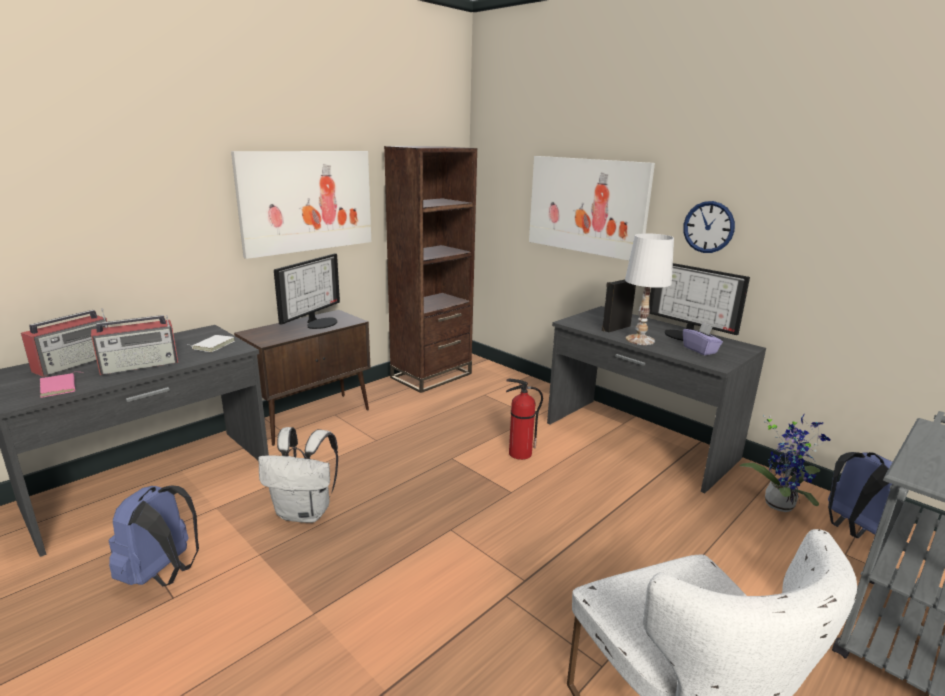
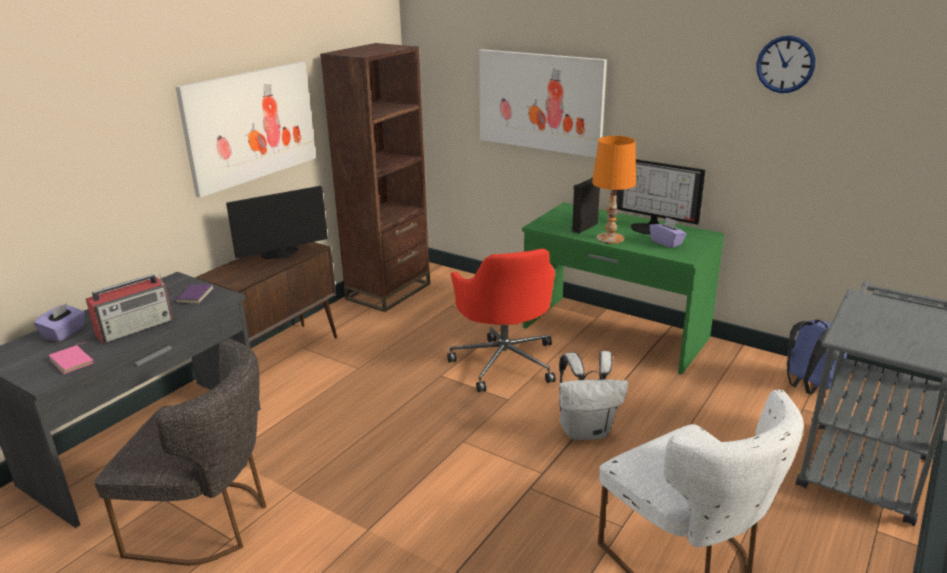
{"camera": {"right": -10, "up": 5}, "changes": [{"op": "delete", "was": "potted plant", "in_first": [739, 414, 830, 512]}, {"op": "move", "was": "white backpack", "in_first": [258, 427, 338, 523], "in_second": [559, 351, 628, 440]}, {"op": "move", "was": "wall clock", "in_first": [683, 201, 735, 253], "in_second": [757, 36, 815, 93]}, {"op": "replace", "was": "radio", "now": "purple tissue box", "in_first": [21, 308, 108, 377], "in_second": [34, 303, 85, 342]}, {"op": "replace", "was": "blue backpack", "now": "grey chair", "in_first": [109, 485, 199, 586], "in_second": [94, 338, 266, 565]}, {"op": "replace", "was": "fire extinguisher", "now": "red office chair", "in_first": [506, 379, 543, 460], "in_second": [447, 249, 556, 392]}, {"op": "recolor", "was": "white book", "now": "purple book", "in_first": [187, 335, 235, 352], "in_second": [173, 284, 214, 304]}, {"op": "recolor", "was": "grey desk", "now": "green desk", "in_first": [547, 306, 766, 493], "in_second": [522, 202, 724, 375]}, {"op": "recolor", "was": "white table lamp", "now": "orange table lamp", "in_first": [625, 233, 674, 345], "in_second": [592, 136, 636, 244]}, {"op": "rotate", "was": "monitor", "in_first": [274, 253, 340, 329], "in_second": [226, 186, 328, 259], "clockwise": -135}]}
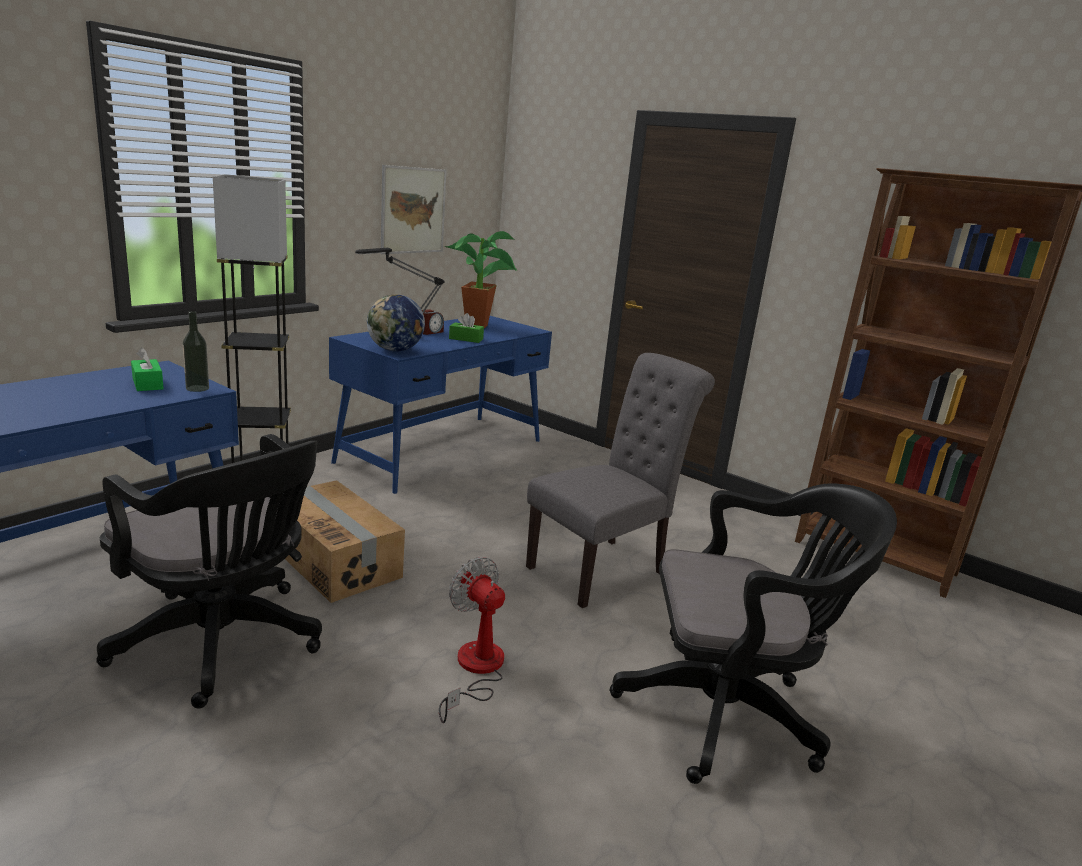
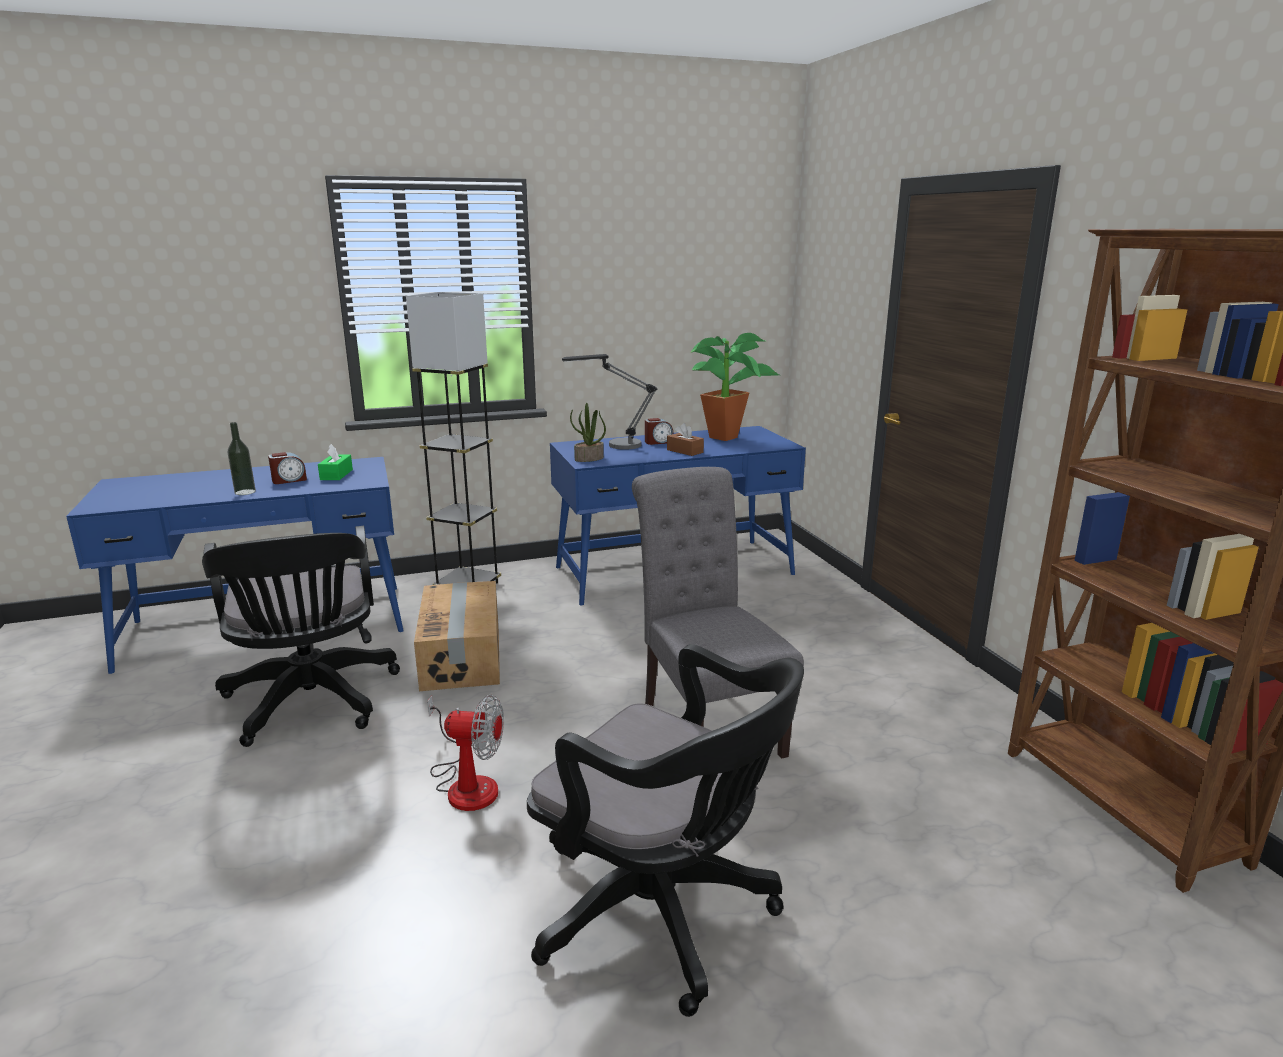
{"camera": {"right": 35, "up": 0}, "changes": [{"op": "delete", "was": "picture", "in_first": [381, 165, 446, 254]}, {"op": "insert", "now": "alarm clock", "in_second": [268, 452, 307, 484]}, {"op": "move", "was": "bottle", "in_first": [183, 311, 209, 392], "in_second": [228, 422, 256, 495]}, {"op": "replace", "was": "globe", "now": "potted plant", "in_first": [367, 294, 425, 352], "in_second": [570, 403, 606, 462]}, {"op": "recolor", "was": "green tissue box", "now": "brown tissue box", "in_first": [449, 313, 484, 343], "in_second": [667, 423, 704, 456]}, {"op": "rotate", "was": "fan", "in_first": [439, 557, 505, 723], "in_second": [427, 695, 504, 811], "clockwise": 105}, {"op": "rotate", "was": "grey chair", "in_first": [526, 353, 715, 608], "in_second": [632, 467, 804, 759], "clockwise": -105}]}
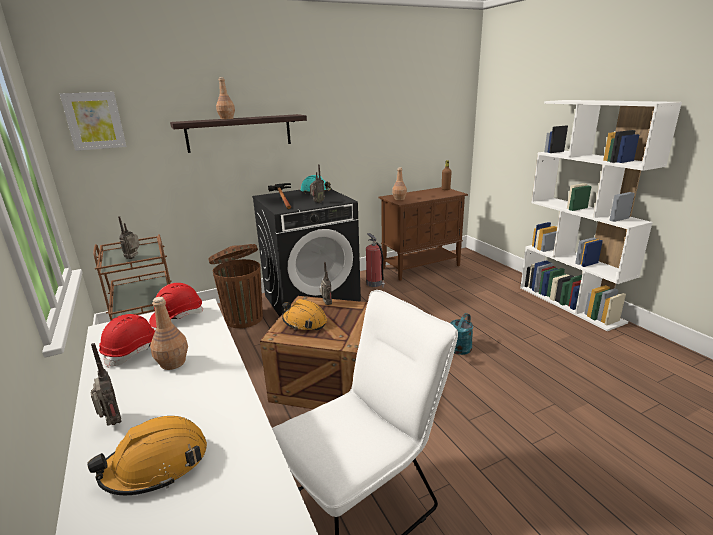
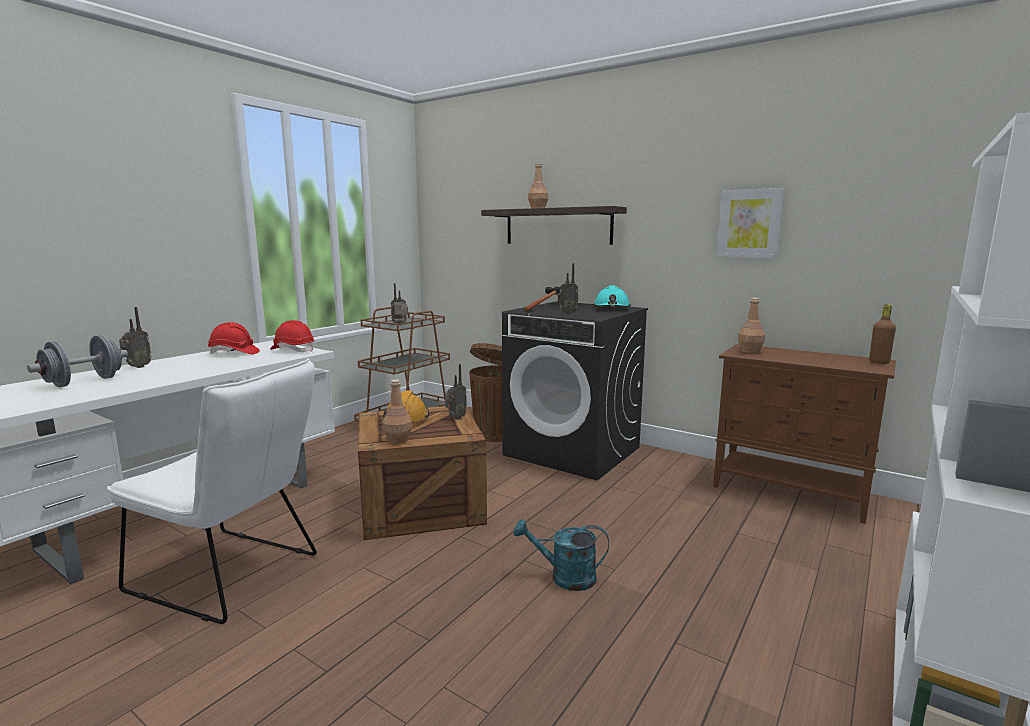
{"camera": {"right": 60, "up": -10}, "changes": [{"op": "delete", "was": "fire extinguisher", "in_first": [366, 233, 385, 287]}, {"op": "move", "was": "picture", "in_first": [60, 92, 126, 151], "in_second": [717, 188, 784, 258]}, {"op": "move", "was": "brown bottle", "in_first": [150, 297, 188, 370], "in_second": [383, 379, 413, 444]}, {"op": "replace", "was": "orange hard hat", "now": "grey dumbbell", "in_first": [87, 416, 207, 495], "in_second": [27, 335, 128, 387]}]}
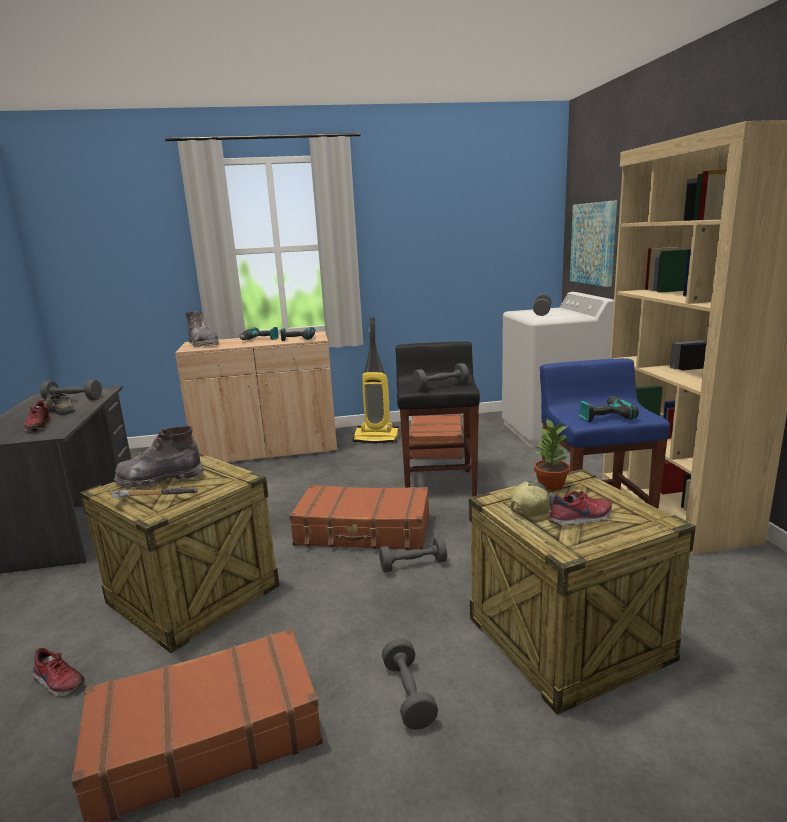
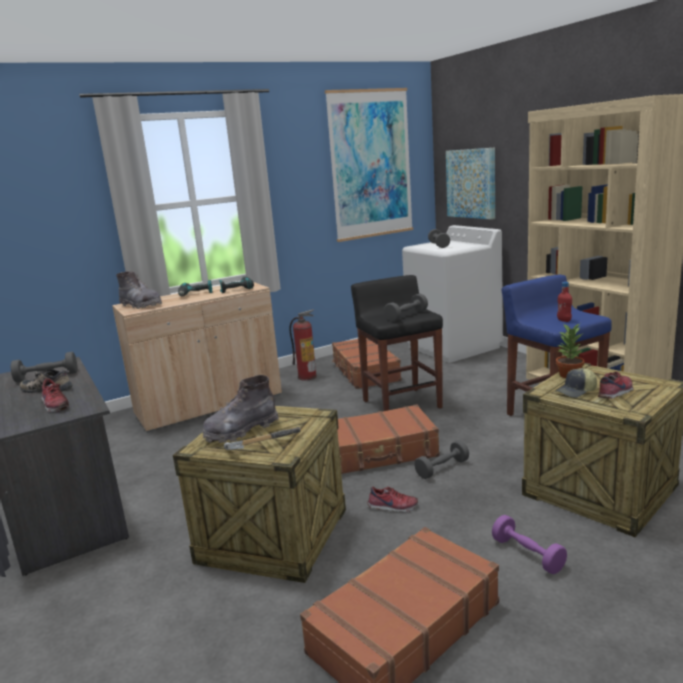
{"camera": {"right": -20, "up": 0}, "changes": [{"op": "insert", "now": "picture", "in_second": [325, 88, 413, 242]}, {"op": "move", "was": "shoe", "in_first": [31, 648, 85, 697], "in_second": [367, 486, 418, 512]}, {"op": "replace", "was": "vacuum cleaner", "now": "fire extinguisher", "in_first": [353, 317, 399, 444], "in_second": [289, 309, 317, 381]}, {"op": "replace", "was": "power drill", "now": "red bottle", "in_first": [579, 396, 639, 422], "in_second": [557, 282, 572, 322]}, {"op": "recolor", "was": "grey dumbbell", "now": "purple dumbbell", "in_first": [382, 638, 438, 730], "in_second": [492, 515, 567, 574]}, {"op": "rotate", "was": "cap", "in_first": [510, 481, 556, 517], "in_second": [555, 368, 597, 398], "clockwise": -150}]}
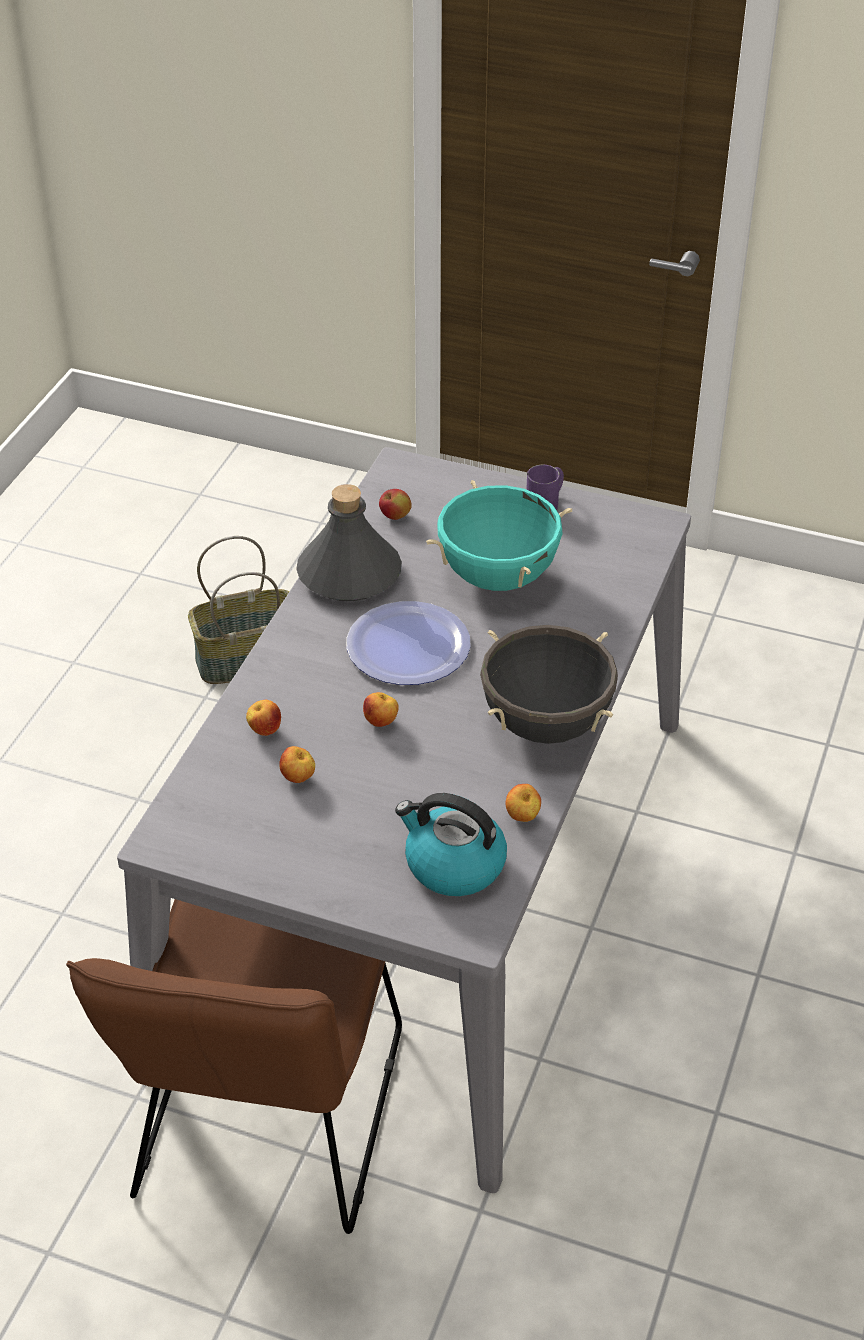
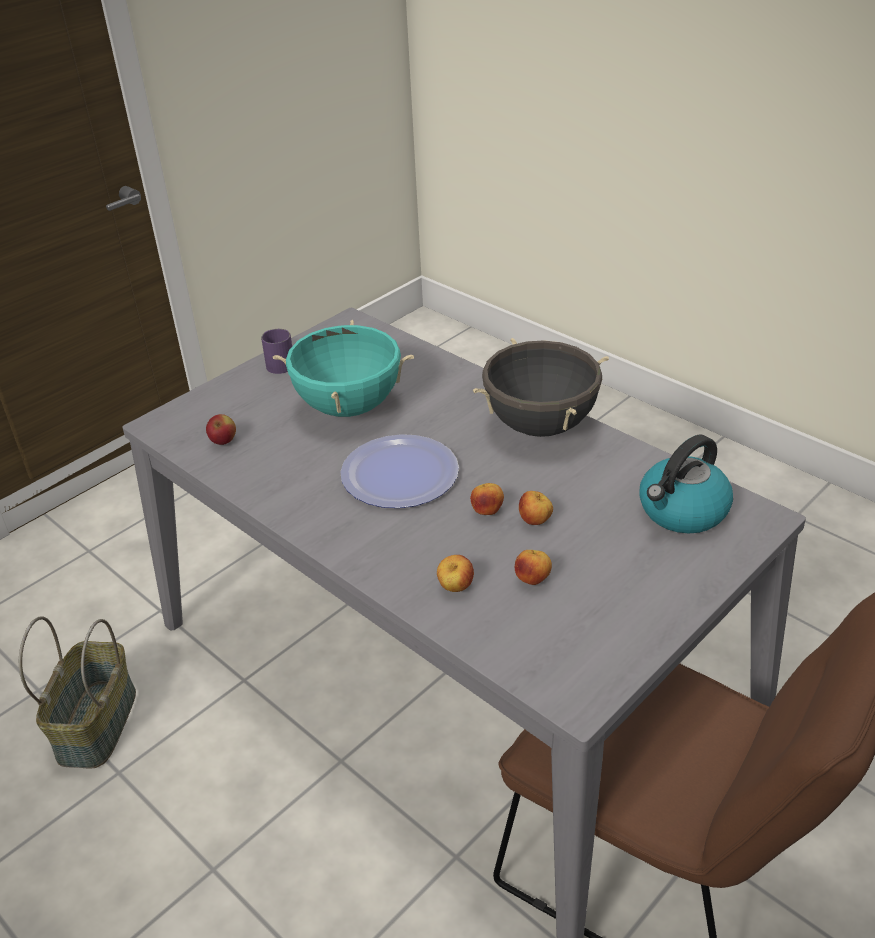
{"camera": {"right": -65, "up": -5}, "changes": [{"op": "delete", "was": "grey bottle", "in_first": [296, 484, 402, 601]}, {"op": "move", "was": "apple", "in_first": [506, 784, 541, 822], "in_second": [519, 491, 553, 525]}]}
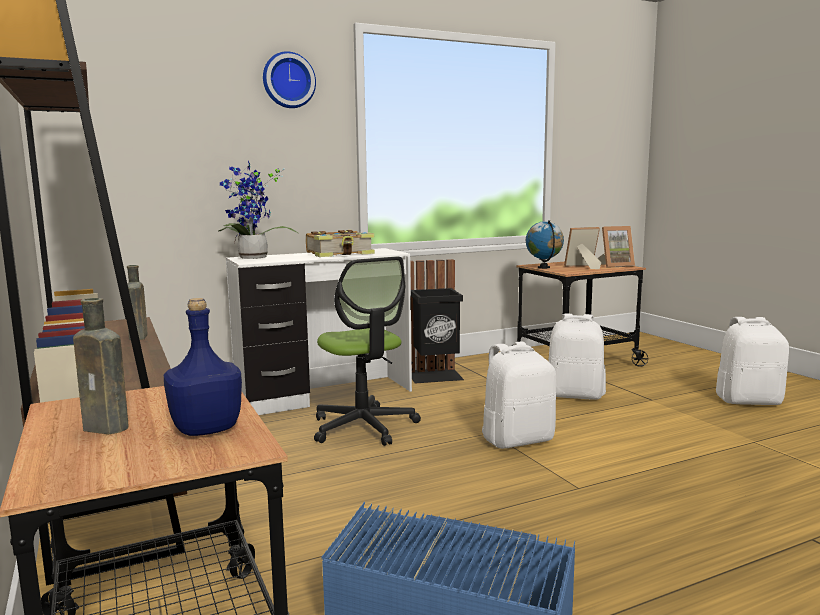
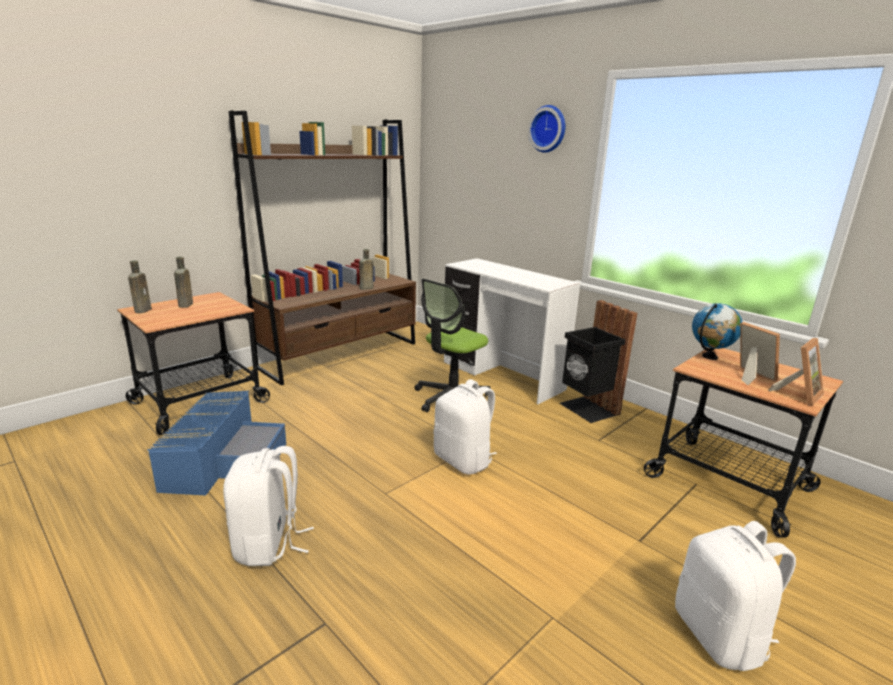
{"camera": {"right": 70, "up": 10}, "changes": [{"op": "delete", "was": "blue bottle", "in_first": [164, 298, 242, 436]}, {"op": "delete", "was": "potted plant", "in_first": [219, 161, 299, 259]}, {"op": "delete", "was": "book", "in_first": [306, 230, 375, 257]}, {"op": "insert", "now": "brown bottle", "in_second": [128, 260, 152, 313]}, {"op": "move", "was": "white backpack", "in_first": [548, 313, 606, 400], "in_second": [223, 446, 314, 566]}, {"op": "rotate", "was": "picture frame", "in_first": [598, 226, 635, 268], "in_second": [768, 338, 824, 406], "clockwise": -105}]}
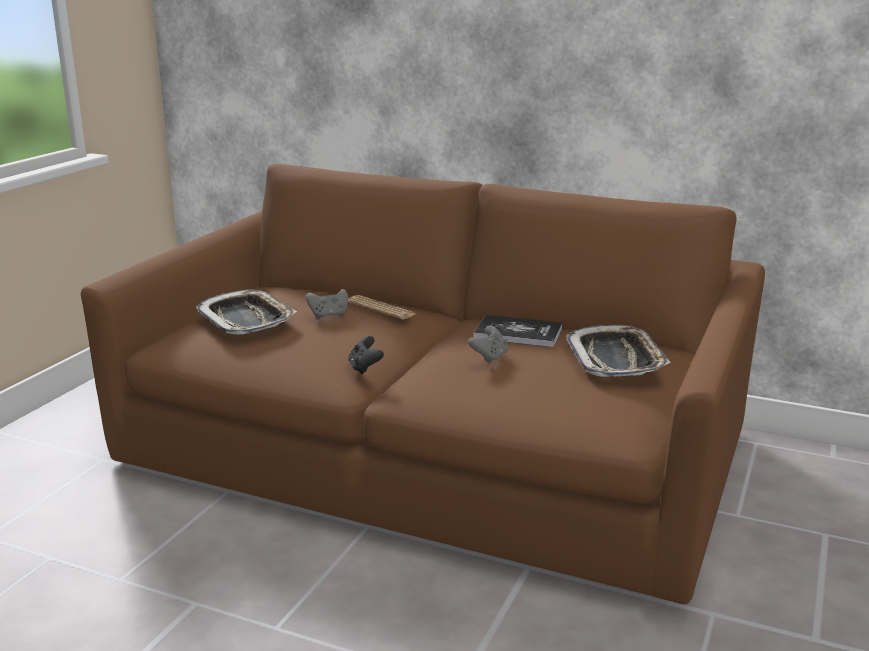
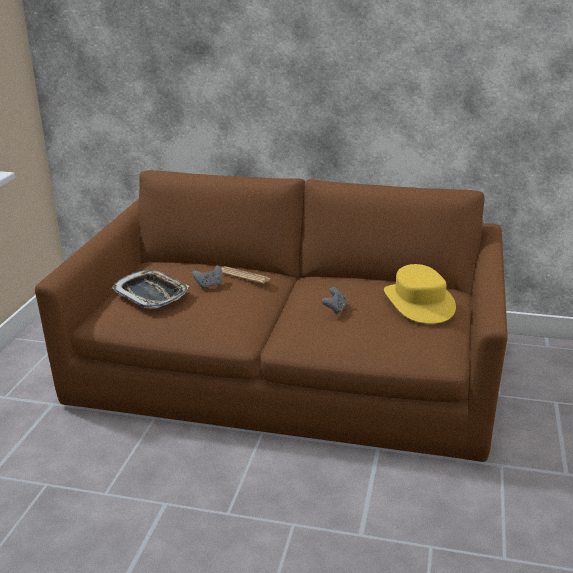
{"camera": {"right": -10, "up": 5}, "changes": [{"op": "delete", "was": "black game controller", "in_first": [348, 336, 384, 374]}, {"op": "delete", "was": "book", "in_first": [473, 315, 562, 347]}, {"op": "replace", "was": "tray", "now": "yellow hat", "in_first": [567, 325, 671, 377], "in_second": [384, 264, 456, 324]}]}
